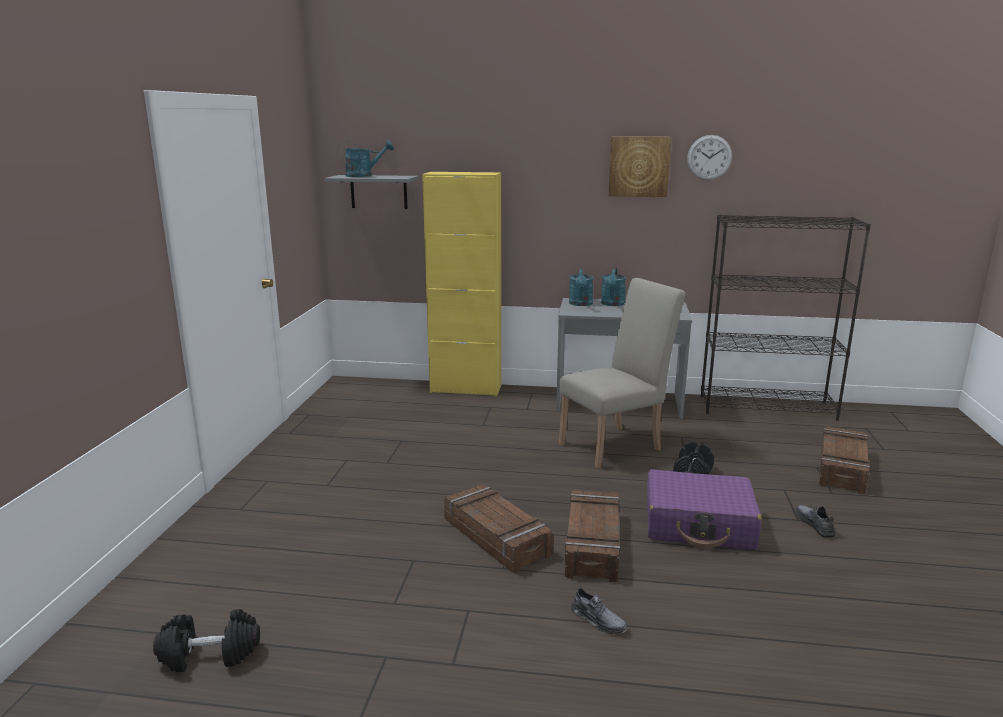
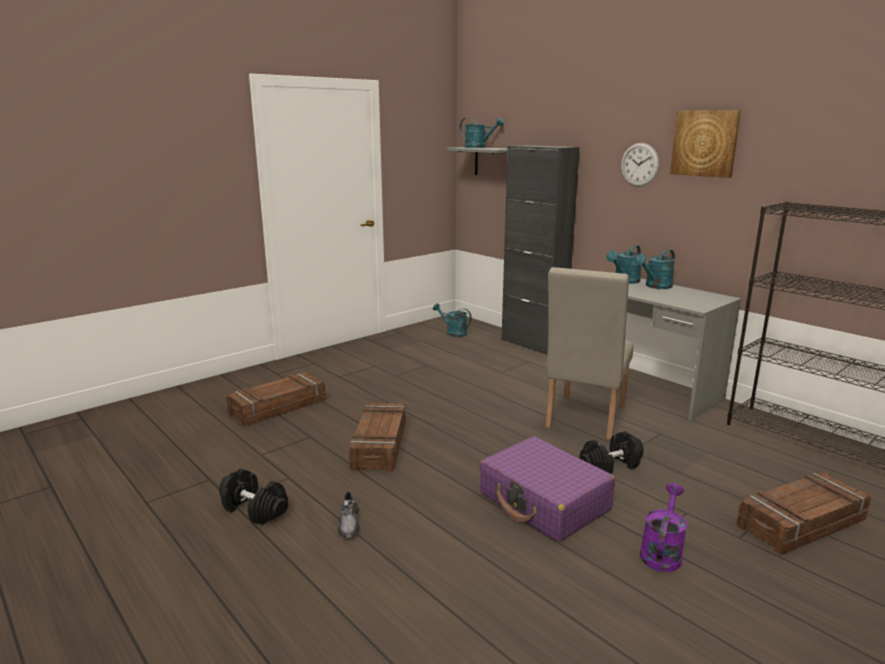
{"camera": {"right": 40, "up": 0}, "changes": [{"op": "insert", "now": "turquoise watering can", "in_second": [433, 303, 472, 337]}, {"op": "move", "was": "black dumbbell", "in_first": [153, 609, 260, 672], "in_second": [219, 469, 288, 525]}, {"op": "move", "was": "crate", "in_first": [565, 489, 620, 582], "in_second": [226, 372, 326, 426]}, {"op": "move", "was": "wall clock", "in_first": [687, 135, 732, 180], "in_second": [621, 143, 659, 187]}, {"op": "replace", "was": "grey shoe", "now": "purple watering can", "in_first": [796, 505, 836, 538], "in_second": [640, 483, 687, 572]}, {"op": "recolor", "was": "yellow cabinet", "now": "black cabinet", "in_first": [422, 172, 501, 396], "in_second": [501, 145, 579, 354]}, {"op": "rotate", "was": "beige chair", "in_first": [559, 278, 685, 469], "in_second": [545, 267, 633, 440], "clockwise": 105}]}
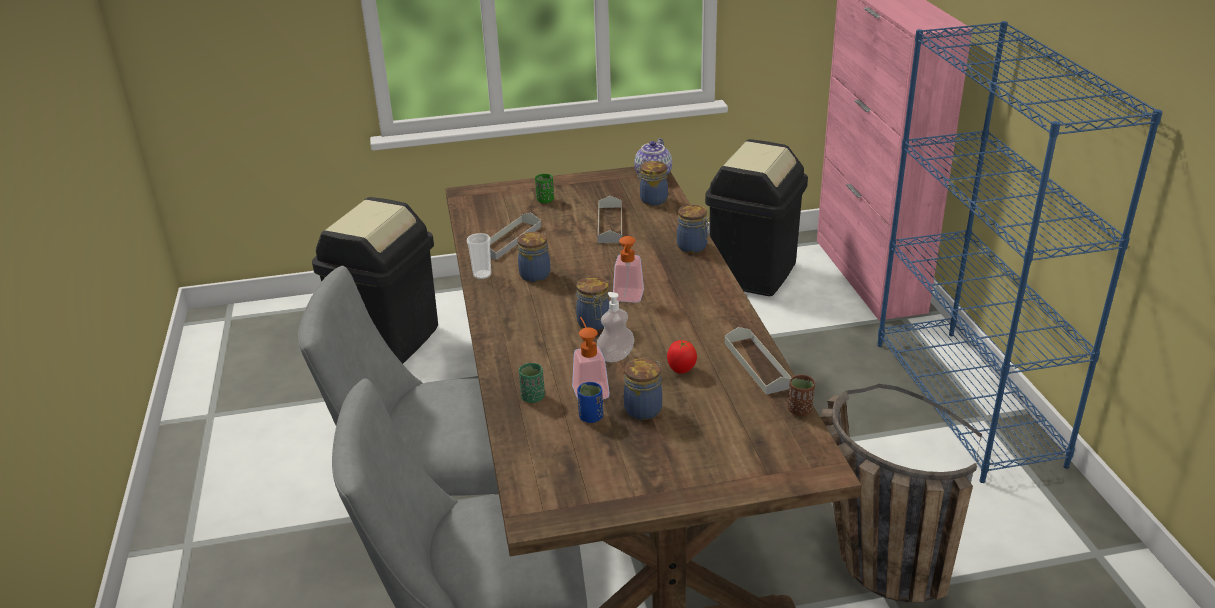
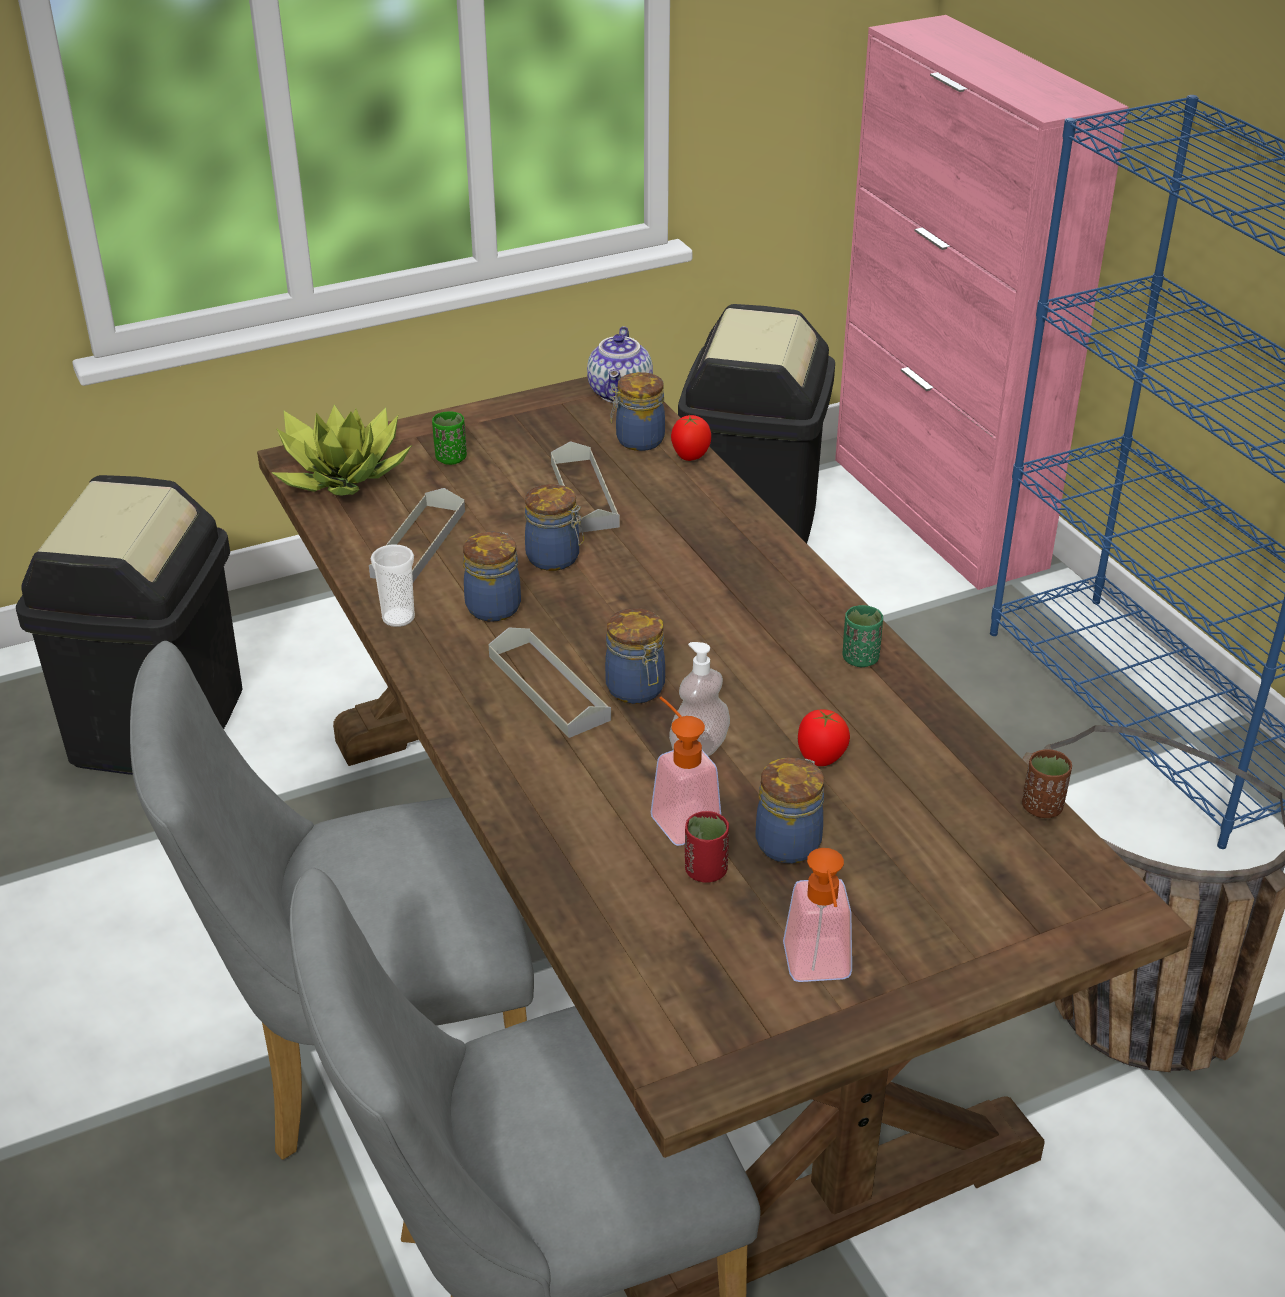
{"camera": {"right": -15, "up": 5}, "changes": [{"op": "insert", "now": "potted plant", "in_second": [271, 405, 412, 496]}, {"op": "insert", "now": "tomato", "in_second": [671, 415, 711, 461]}, {"op": "move", "was": "green cup", "in_first": [519, 363, 545, 403], "in_second": [843, 605, 883, 667]}, {"op": "move", "was": "soap dispenser", "in_first": [613, 236, 644, 303], "in_second": [783, 848, 852, 982]}, {"op": "move", "was": "jar", "in_first": [677, 205, 709, 253], "in_second": [525, 484, 584, 571]}, {"op": "move", "was": "grey tray", "in_first": [725, 327, 792, 395], "in_second": [488, 628, 611, 738]}, {"op": "recolor", "was": "blue cup", "now": "red cup", "in_first": [577, 382, 603, 423], "in_second": [685, 811, 729, 883]}]}
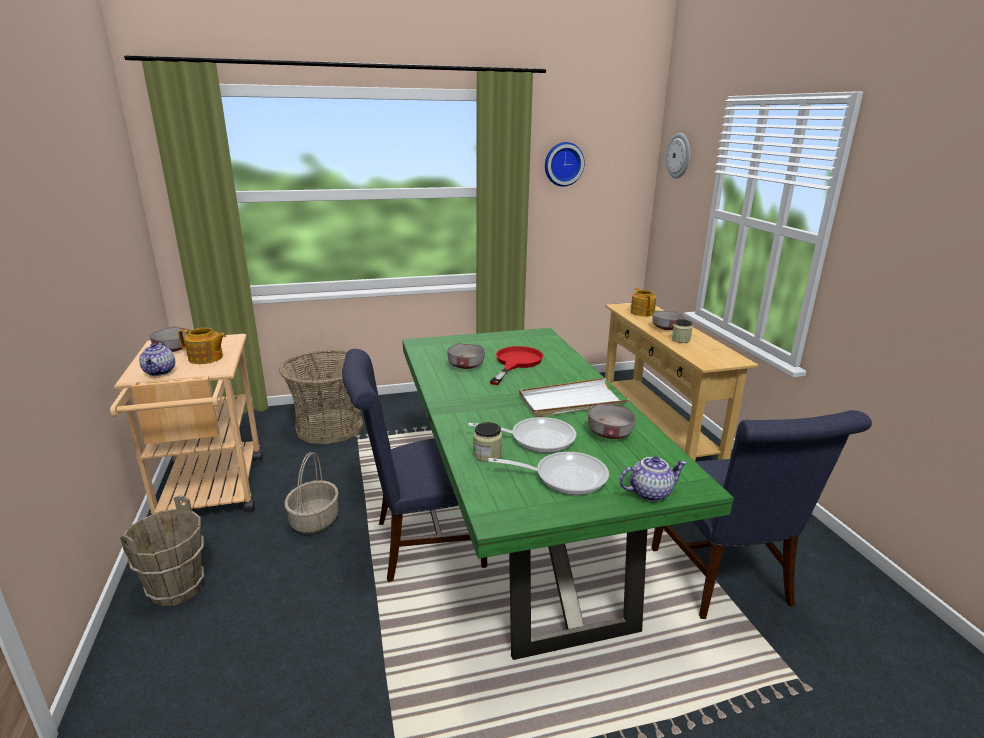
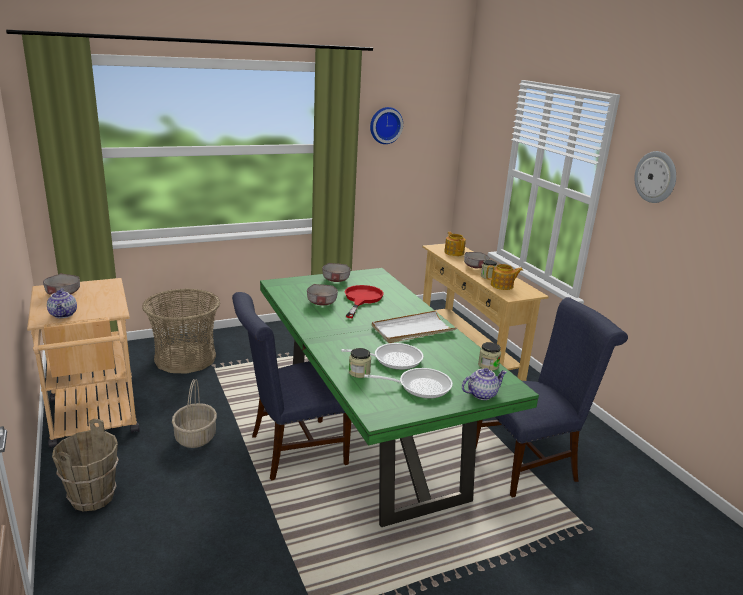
{"camera": {"right": -10, "up": 0}, "changes": [{"op": "insert", "now": "jar", "in_second": [478, 342, 501, 371]}, {"op": "move", "was": "teapot", "in_first": [178, 328, 226, 364], "in_second": [486, 264, 523, 290]}, {"op": "move", "was": "grey bowl", "in_first": [588, 403, 636, 439], "in_second": [322, 263, 351, 282]}, {"op": "move", "was": "wall clock", "in_first": [666, 133, 690, 179], "in_second": [634, 151, 676, 203]}, {"op": "rotate", "was": "blue chair", "in_first": [651, 410, 872, 619], "in_second": [476, 297, 628, 498], "clockwise": -90}]}
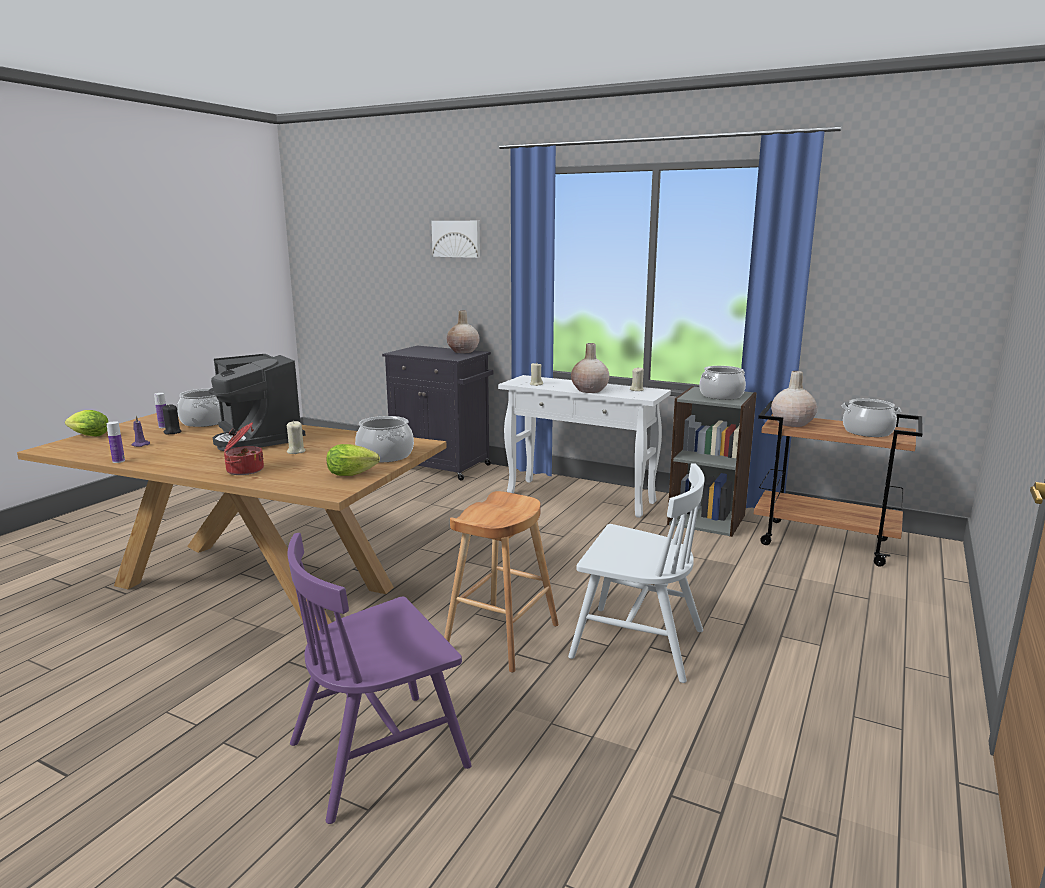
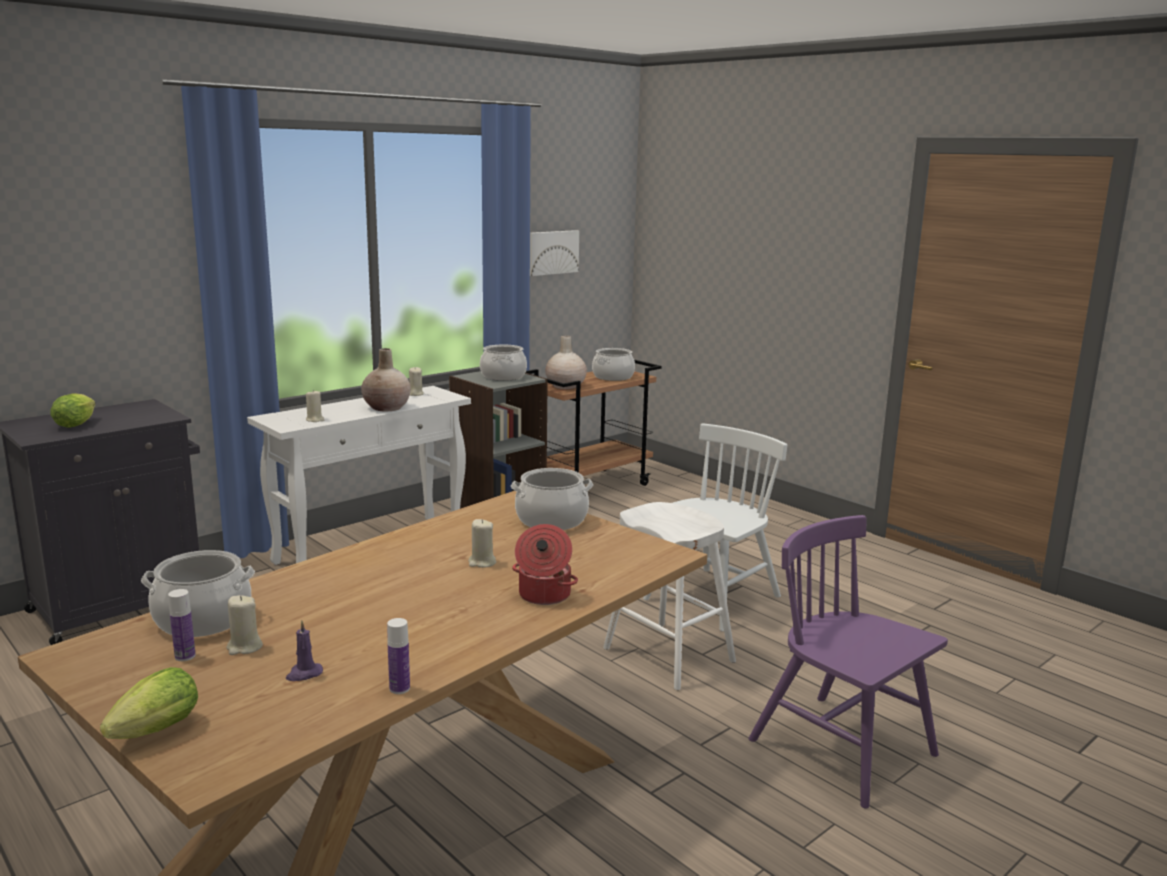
{"camera": {"right": -70, "up": 0}, "changes": [{"op": "delete", "was": "coffee machine", "in_first": [209, 354, 306, 451]}, {"op": "delete", "was": "beige vase", "in_first": [447, 310, 480, 353]}, {"op": "move", "was": "lettuce", "in_first": [326, 444, 380, 476], "in_second": [50, 393, 96, 428]}, {"op": "move", "was": "picture", "in_first": [431, 221, 480, 258], "in_second": [530, 230, 579, 276]}, {"op": "recolor", "was": "black candle", "now": "beige candle", "in_first": [162, 404, 182, 434], "in_second": [226, 595, 263, 655]}, {"op": "recolor", "was": "brown stool", "now": "white stool", "in_first": [444, 491, 559, 673], "in_second": [603, 502, 736, 690]}, {"op": "rotate", "was": "purple chair", "in_first": [288, 533, 472, 824], "in_second": [749, 515, 948, 809], "clockwise": 150}]}
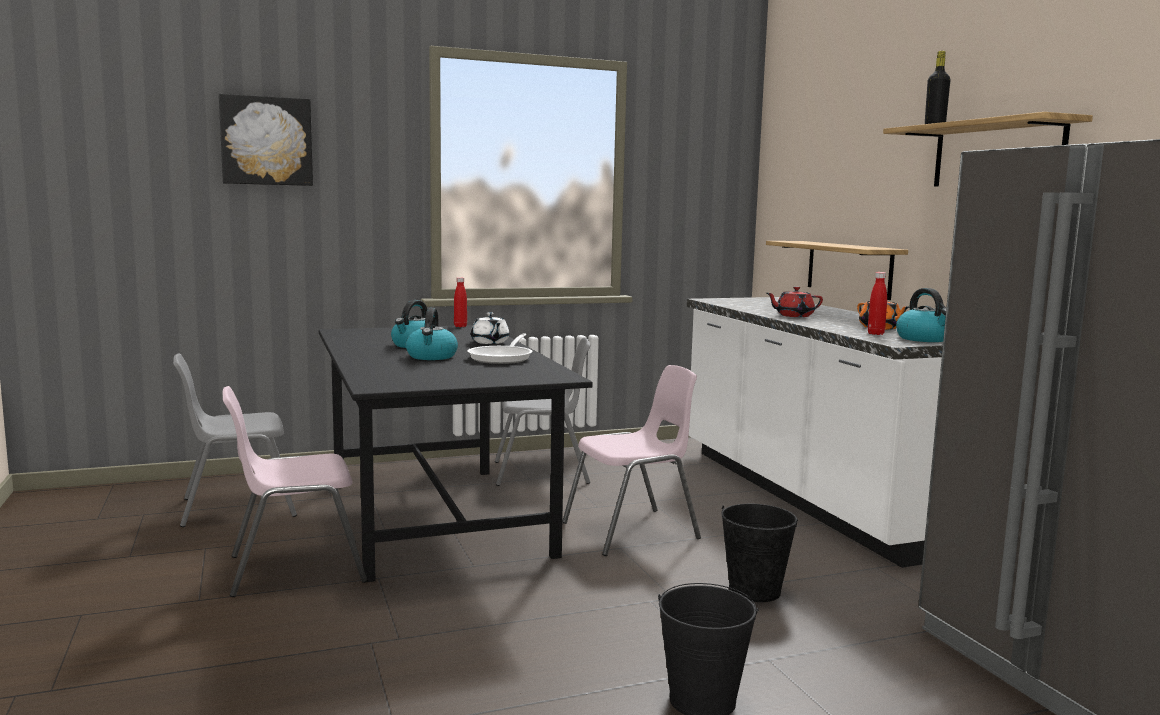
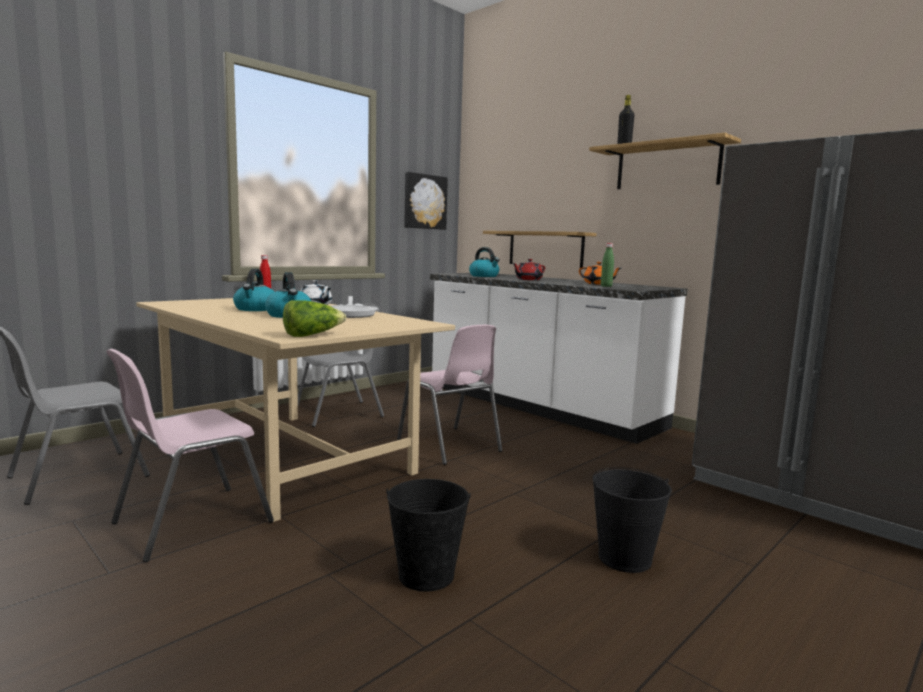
{"camera": {"right": -25, "up": 0}, "changes": [{"op": "insert", "now": "lettuce", "in_second": [283, 300, 346, 337]}, {"op": "move", "was": "picture", "in_first": [219, 94, 313, 186], "in_second": [404, 172, 448, 230]}, {"op": "move", "was": "black bucket", "in_first": [721, 504, 798, 602], "in_second": [386, 479, 471, 592]}, {"op": "move", "was": "kettle", "in_first": [896, 288, 946, 342], "in_second": [469, 247, 500, 277]}, {"op": "recolor", "was": "black dining table", "now": "beige dining table", "in_first": [319, 325, 593, 583], "in_second": [136, 298, 455, 522]}, {"op": "recolor", "was": "red bottle", "now": "green bottle", "in_first": [868, 272, 887, 335], "in_second": [601, 243, 614, 287]}, {"op": "rotate", "was": "pink chair", "in_first": [562, 365, 701, 556], "in_second": [397, 325, 503, 465], "clockwise": 105}]}
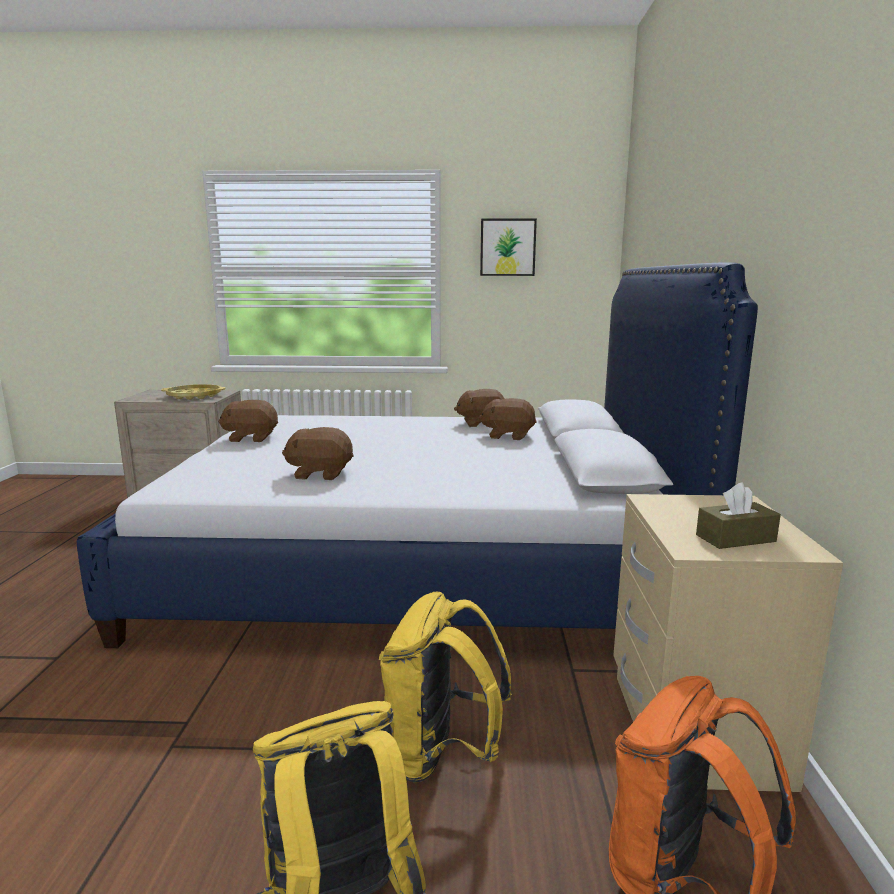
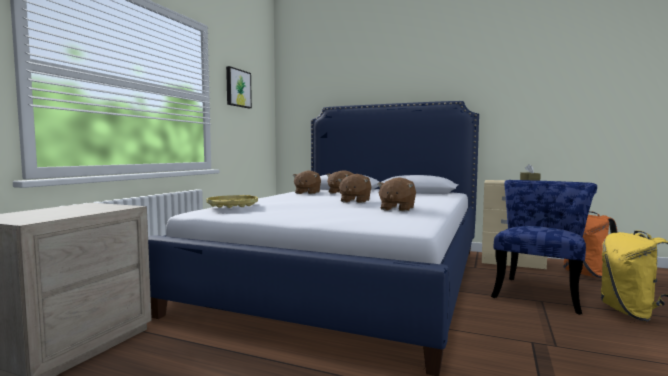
{"camera": {"right": -70, "up": -10}, "changes": [{"op": "move", "was": "yellow tray", "in_first": [161, 384, 226, 400], "in_second": [206, 195, 258, 208]}, {"op": "move", "was": "brown plush toy", "in_first": [218, 400, 278, 442], "in_second": [338, 174, 371, 203]}, {"op": "replace", "was": "yellow backpack", "now": "blue chair", "in_first": [379, 592, 512, 783], "in_second": [491, 180, 597, 315]}]}
